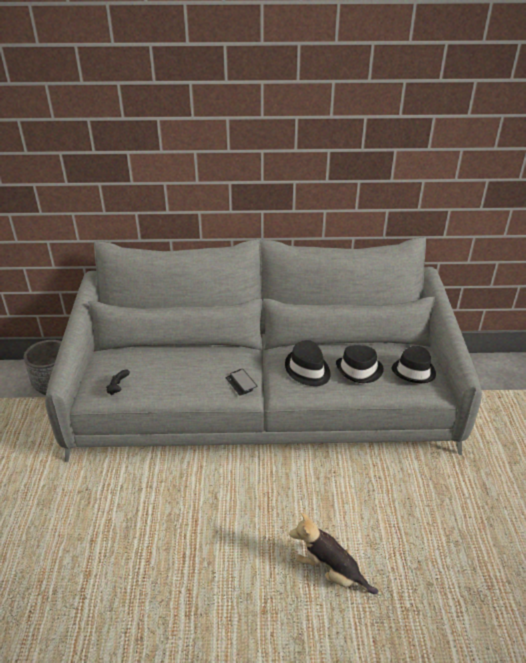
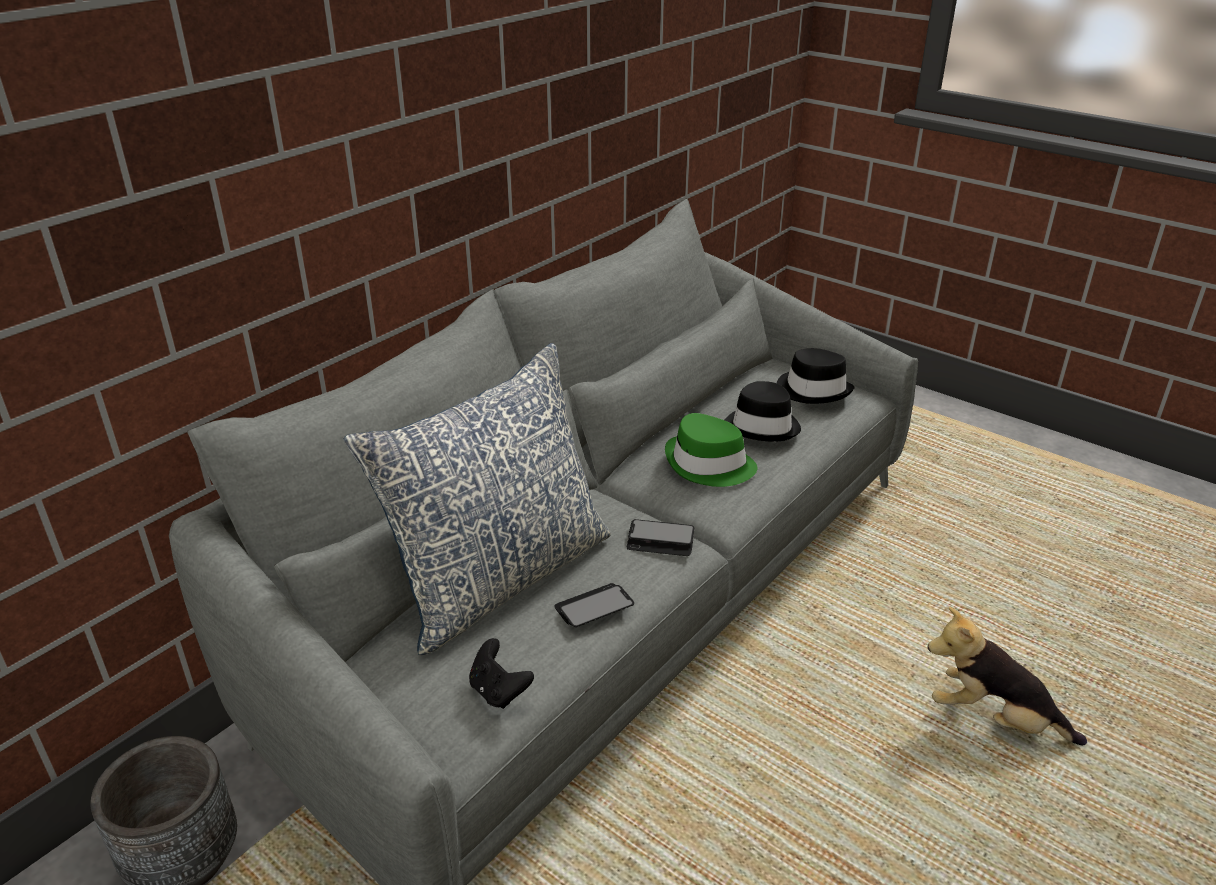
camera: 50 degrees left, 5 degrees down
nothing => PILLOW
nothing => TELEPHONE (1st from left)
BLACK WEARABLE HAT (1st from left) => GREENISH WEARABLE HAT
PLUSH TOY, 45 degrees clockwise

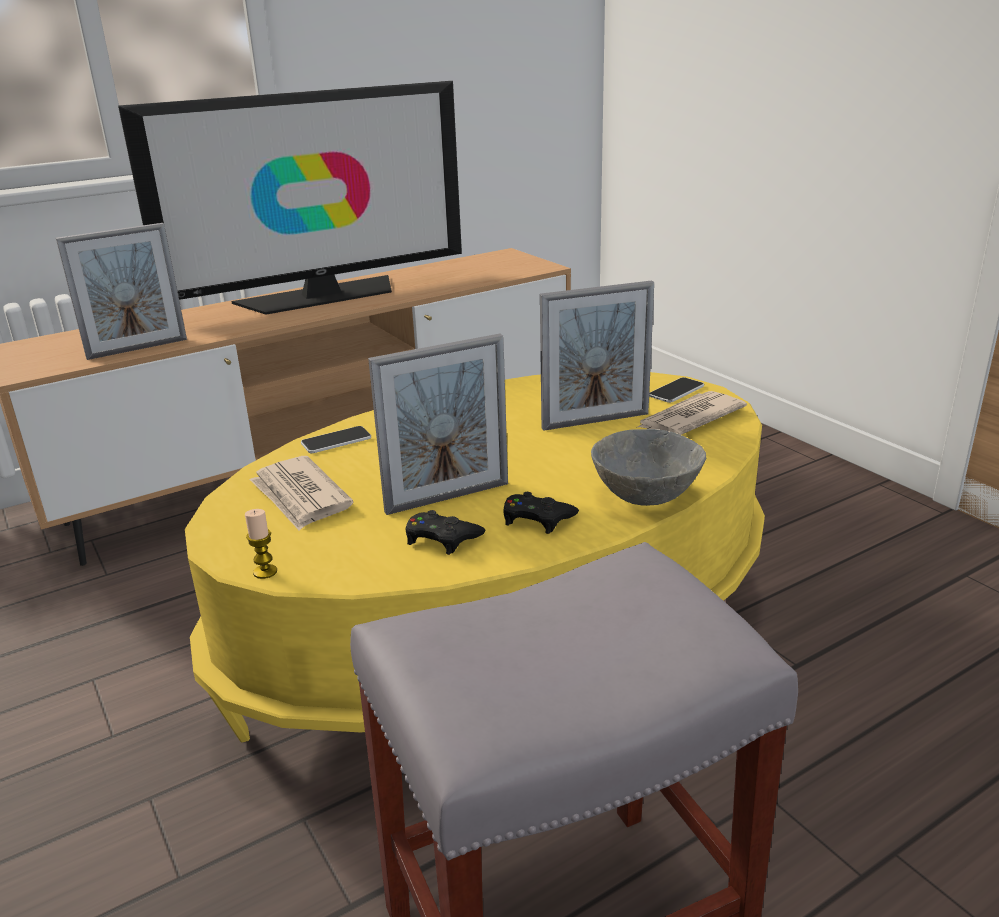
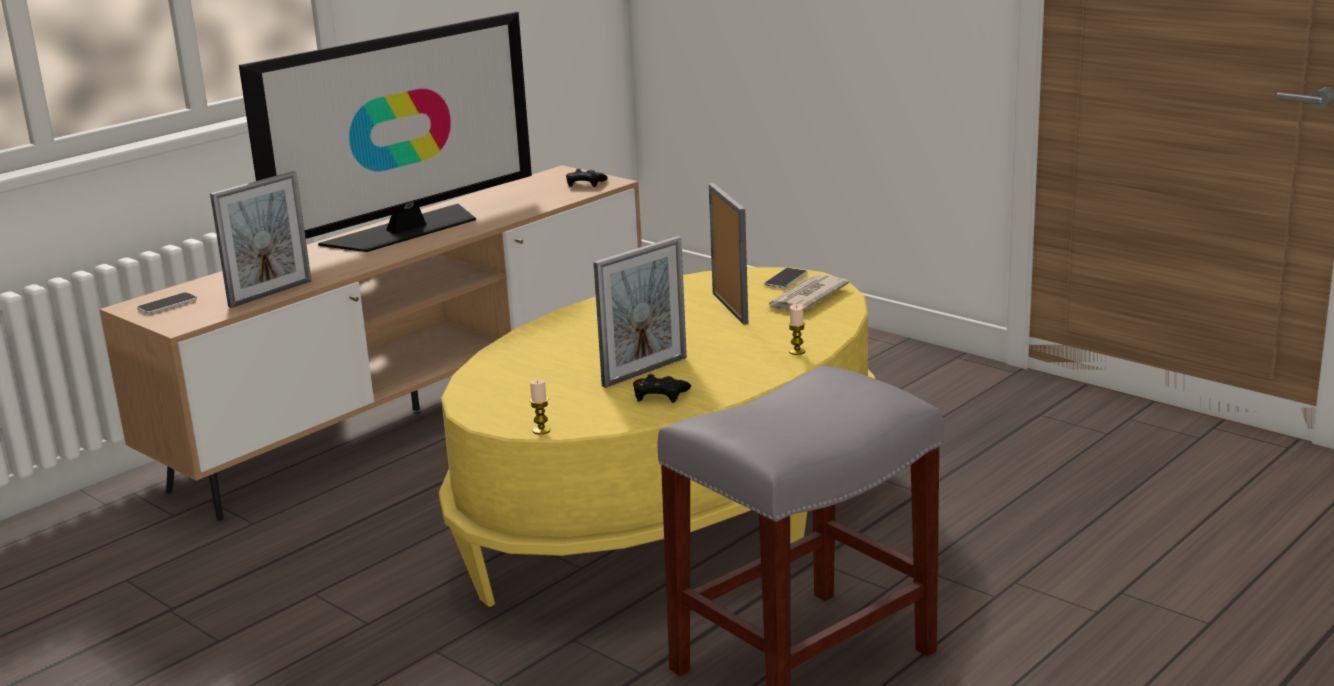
camera: 15 degrees left, 5 degrees down
TELEPHONE (1st from left), moved
BLACK JOYPAD (2nd from left in the first image) => BLACK JOYPAD (1st from left), moved
PHOTO FRAME (3rd from left), 75 degrees counterclockwise
GREY BOWL => WAX CANDLE (2nd from left)
DAILY PAPER (1st from left) => nothing

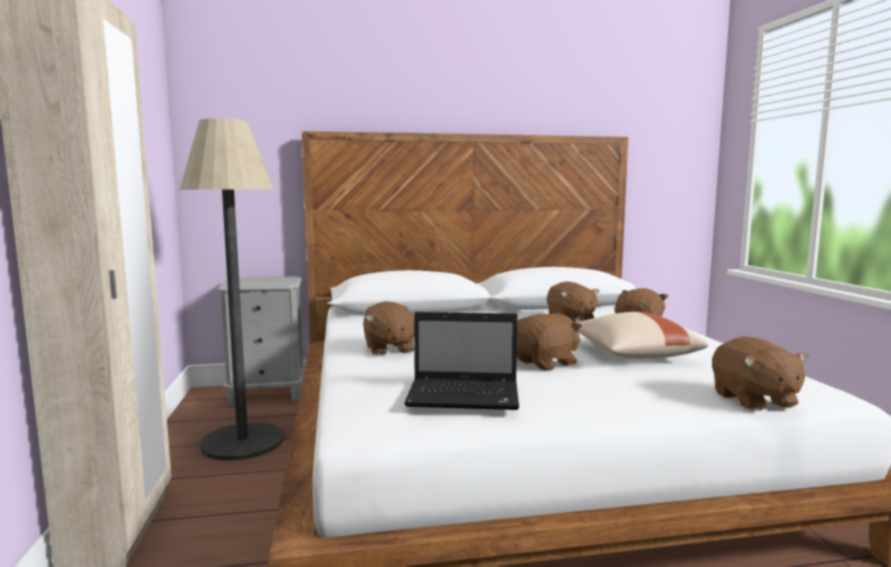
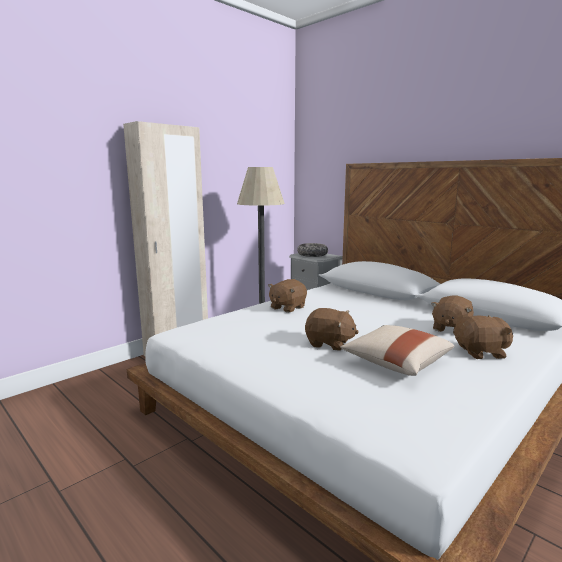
camera: 55 degrees right, 5 degrees up
nothing => BOWL
PORTABLE COMPUTER => nothing
BROWN-COLOURED PLUSH TOY (5th from left) => nothing

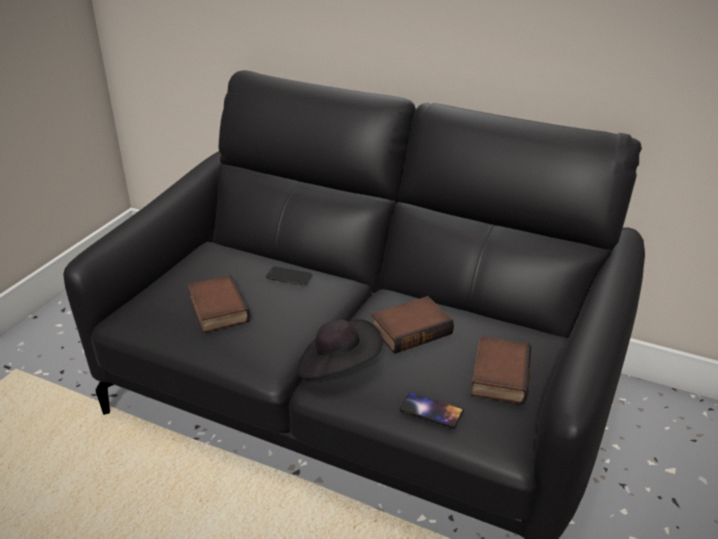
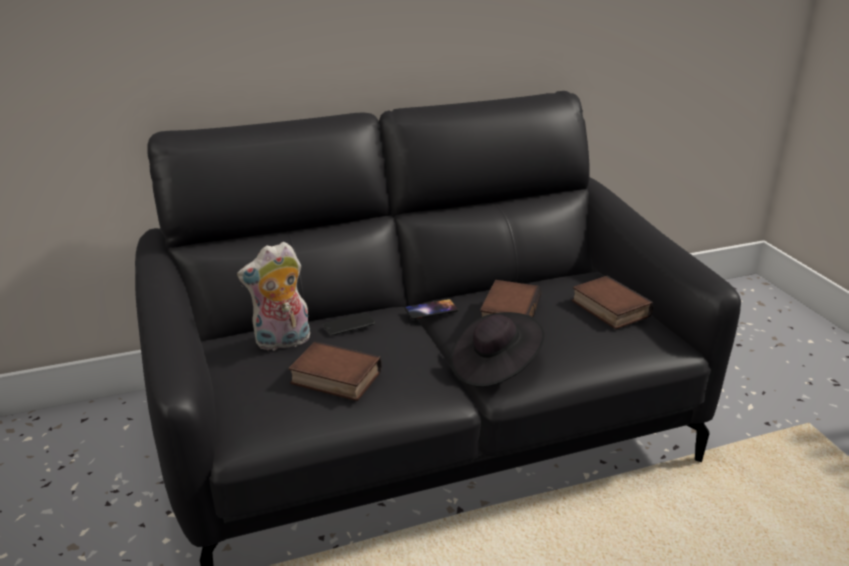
camera: 45 degrees left, 5 degrees down
nothing => PLUSH TOY
TELEPHONE (2nd from left), moved

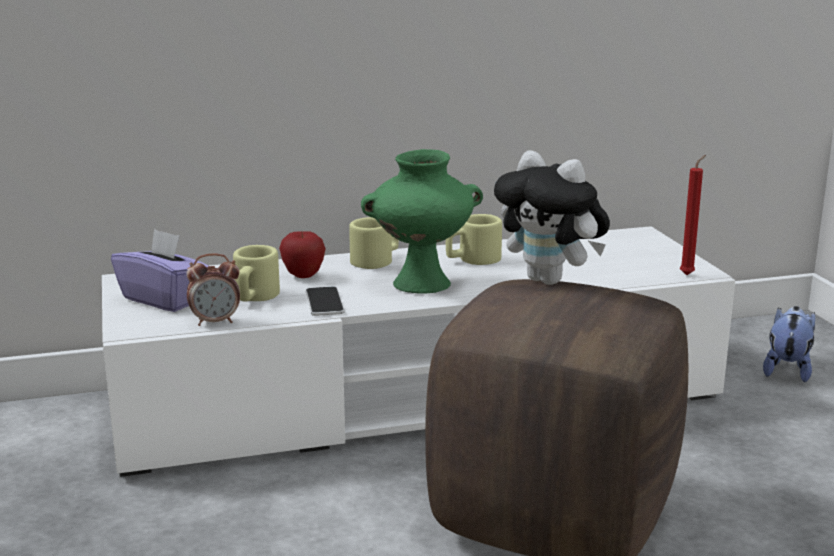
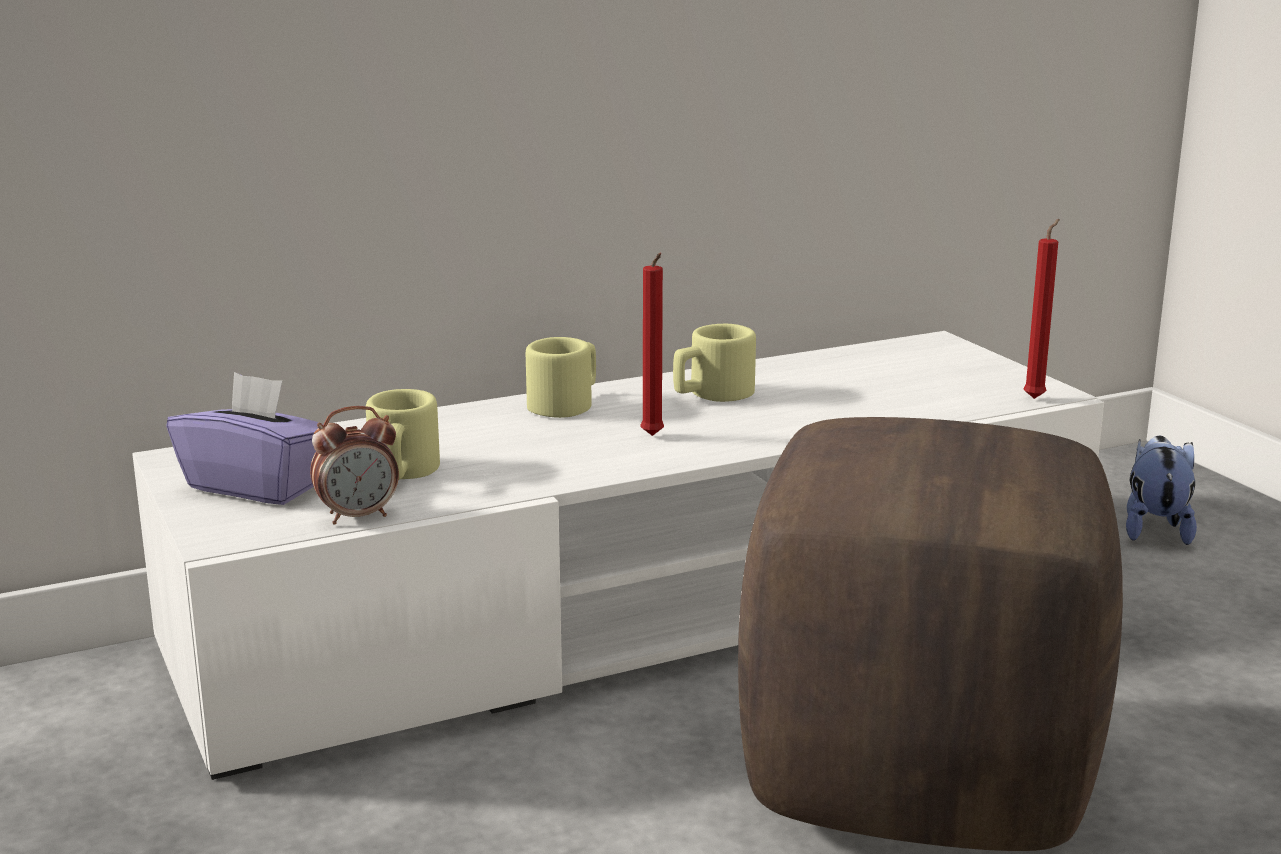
camera: 10 degrees left, 0 degrees up
GREENISH FLOWER VASE => RED-COLOURED WAX CANDLE (1st from left)
WHOLE APPLE => nothing
TELEPHONE => nothing
PLUSH TOY (1st from left) => nothing

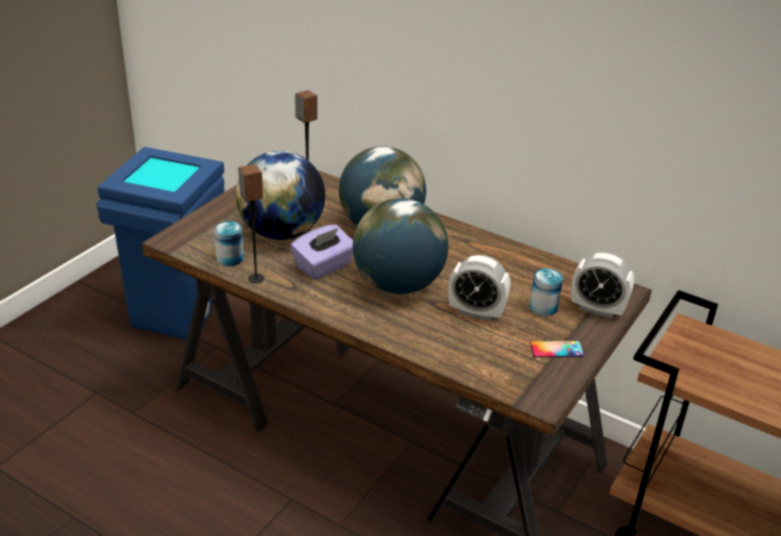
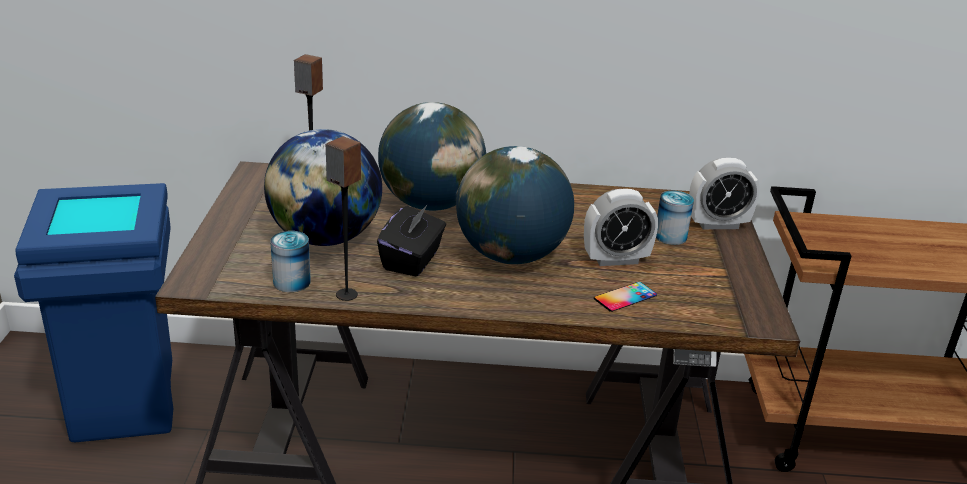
camera: 30 degrees left, 5 degrees down
PURPLE-COLOURED TISSUE BOX => BLACK TISSUE BOX
TELEPHONE, moved

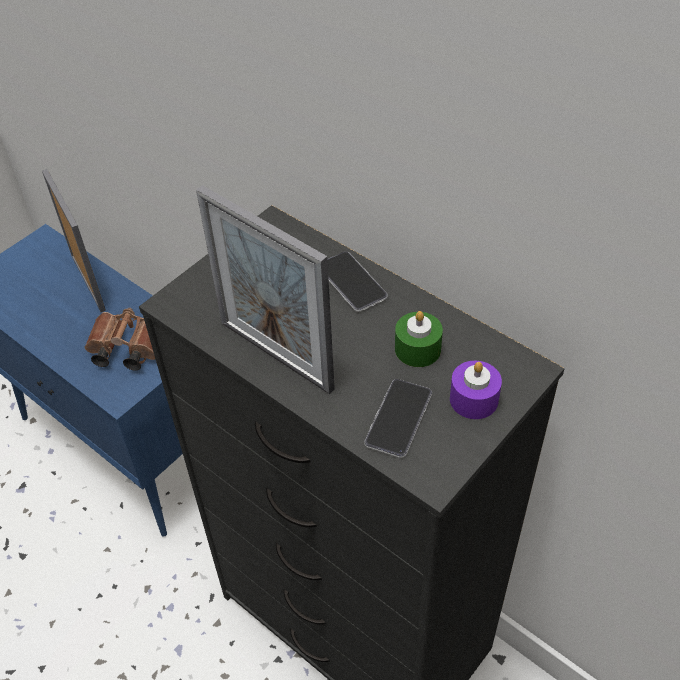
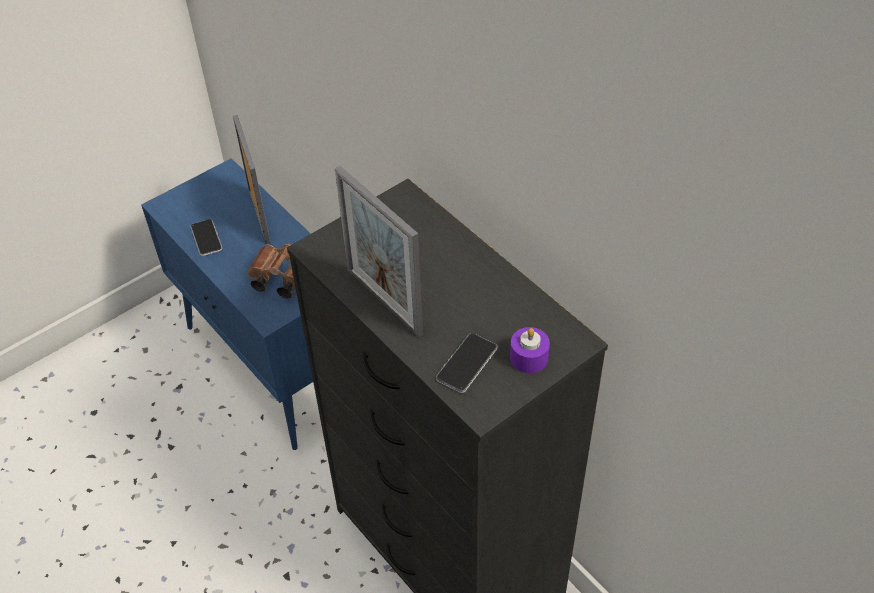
camera: 10 degrees right, 0 degrees up
TELEPHONE (1st from left), moved
GREENISH WAX CANDLE => nothing

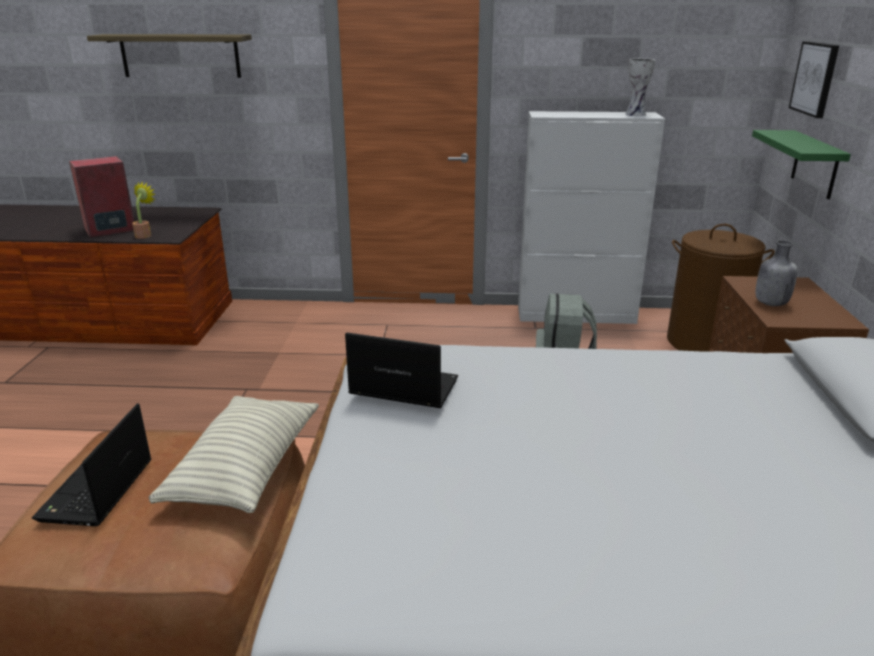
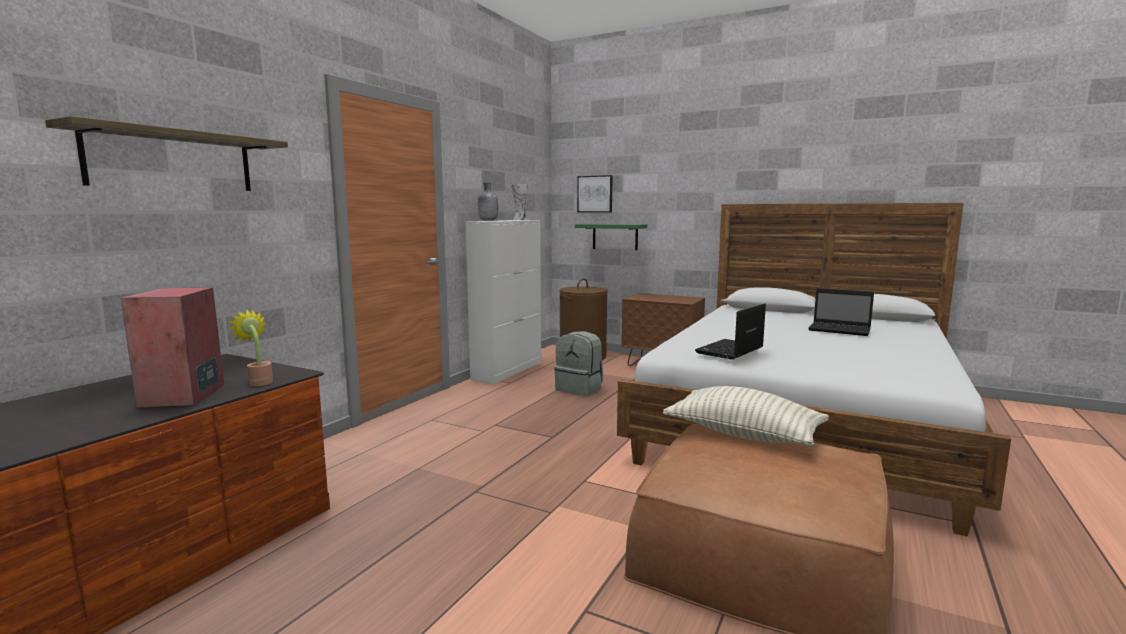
camera: 65 degrees left, 15 degrees down
GREY BOTTLE, moved
PORTABLE COMPUTER (1st from left in the first image) => PORTABLE COMPUTER (2nd from left), moved

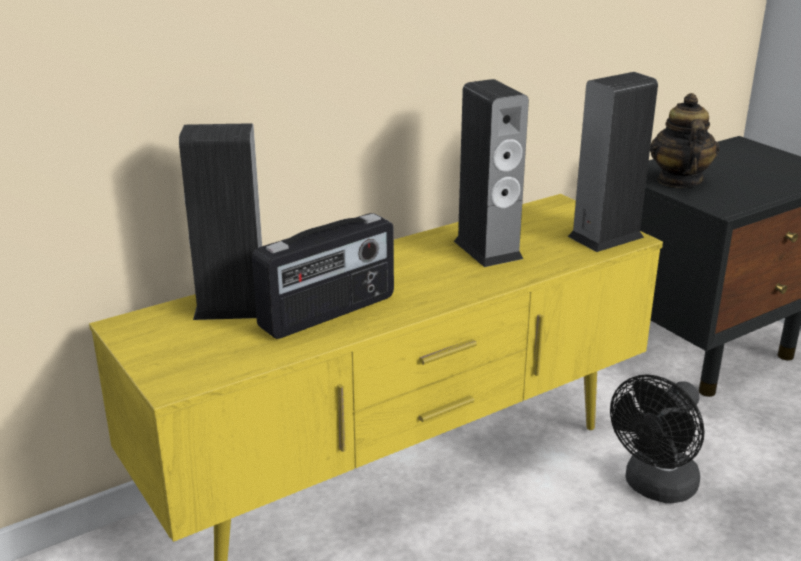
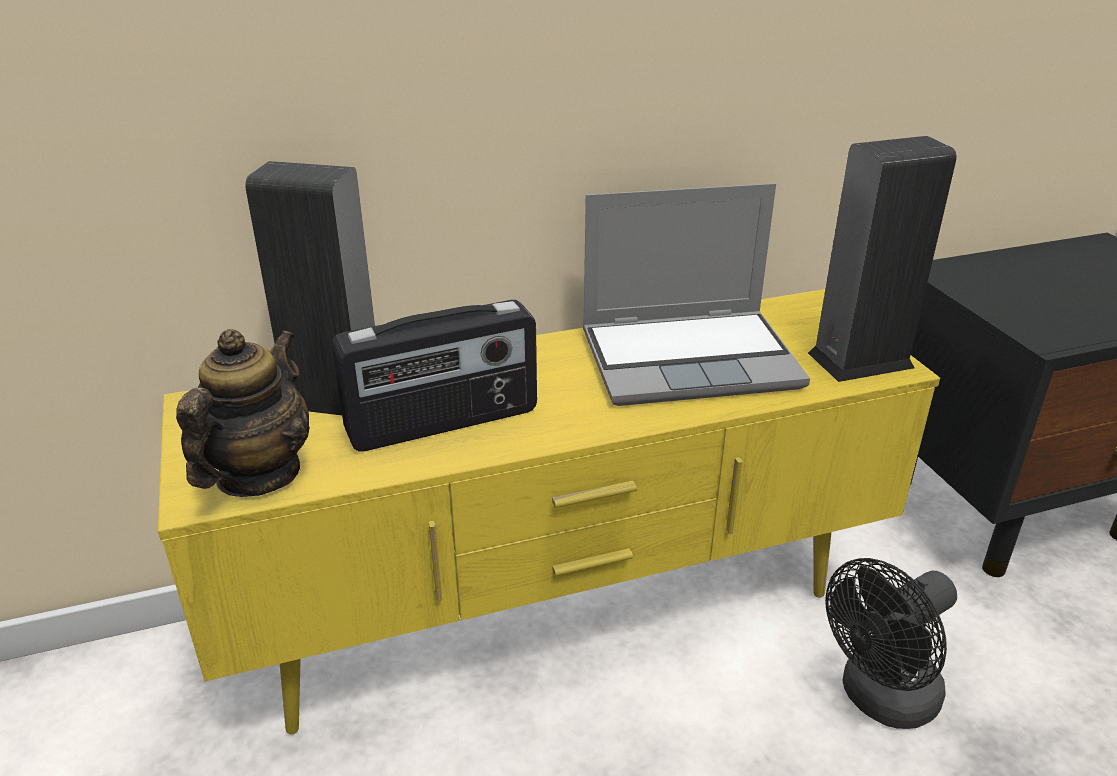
camera: 15 degrees right, 5 degrees up
TEAPOT, moved
AUDIO SPEAKER (2nd from left) => PORTABLE COMPUTER

